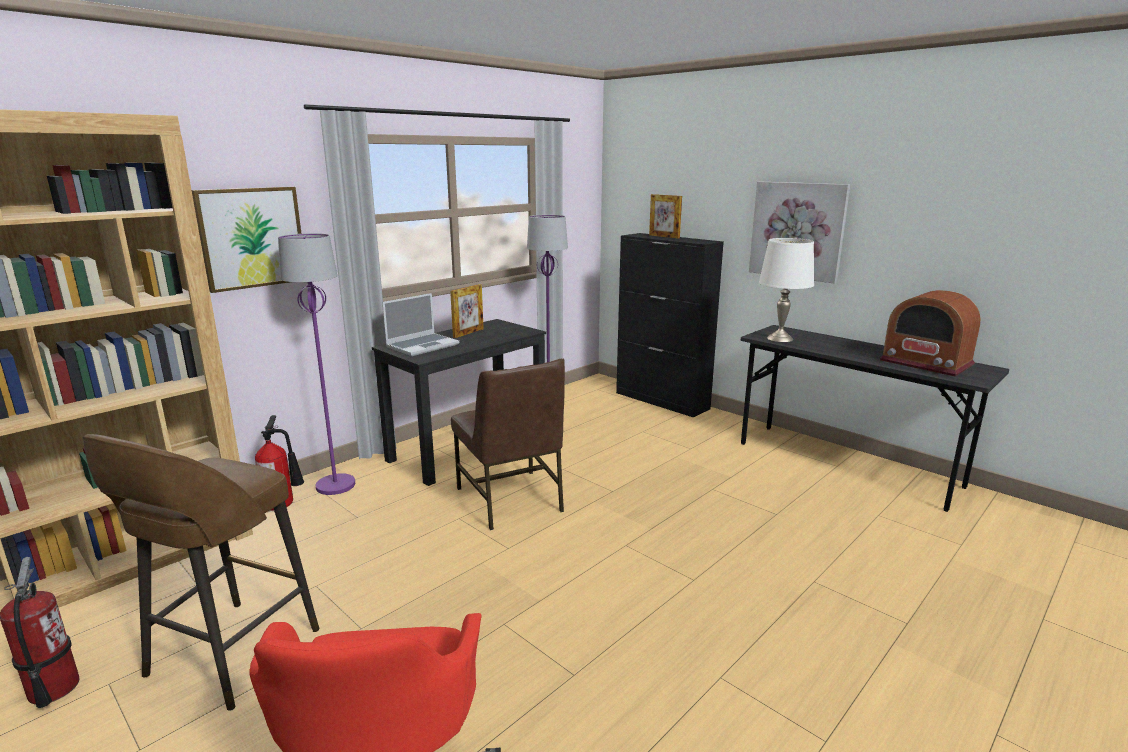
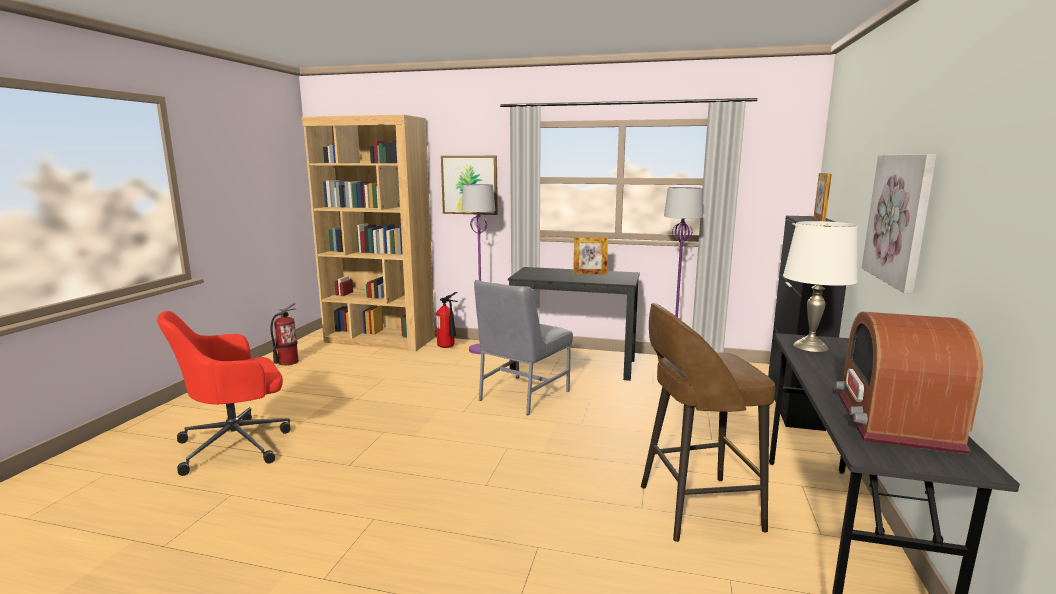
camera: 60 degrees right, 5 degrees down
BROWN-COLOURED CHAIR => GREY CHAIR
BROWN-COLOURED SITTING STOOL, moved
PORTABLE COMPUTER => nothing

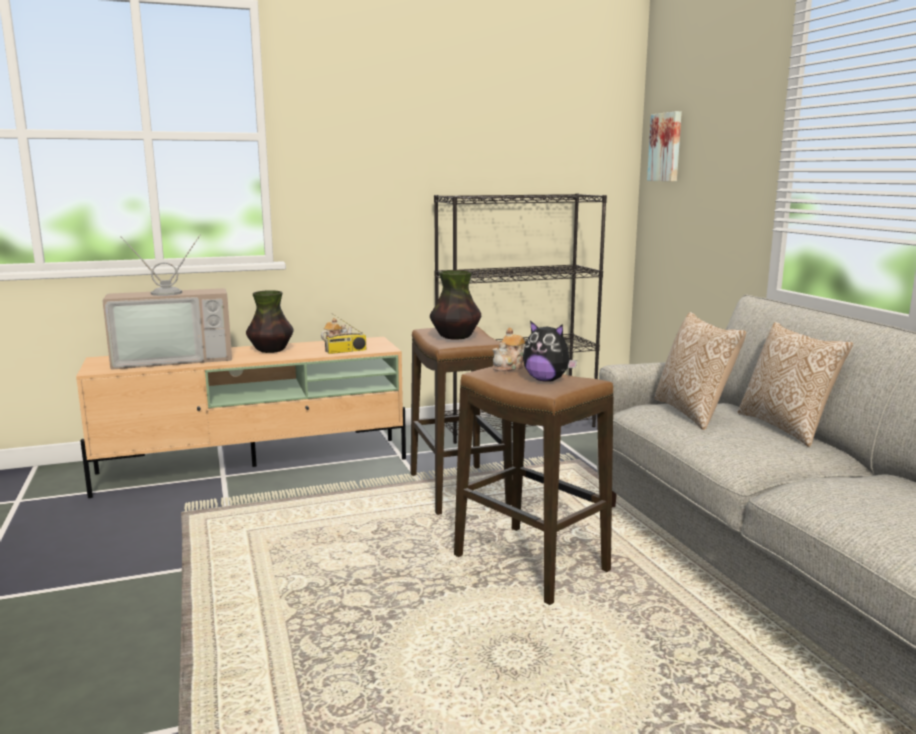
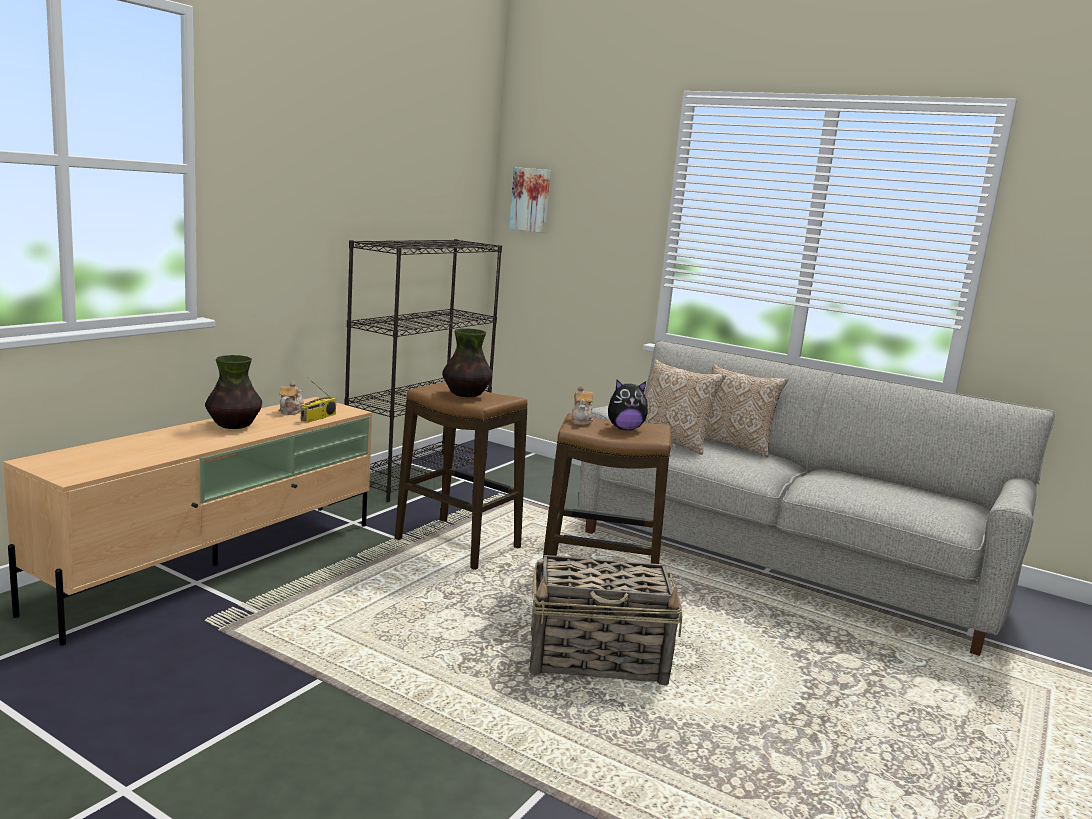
camera: 40 degrees left, 0 degrees up
nothing => BASKET
TV => nothing

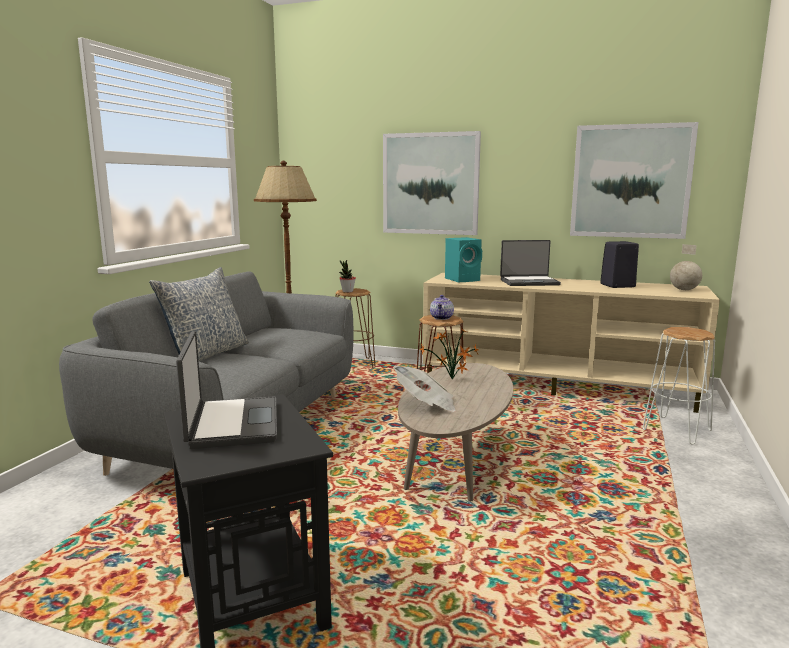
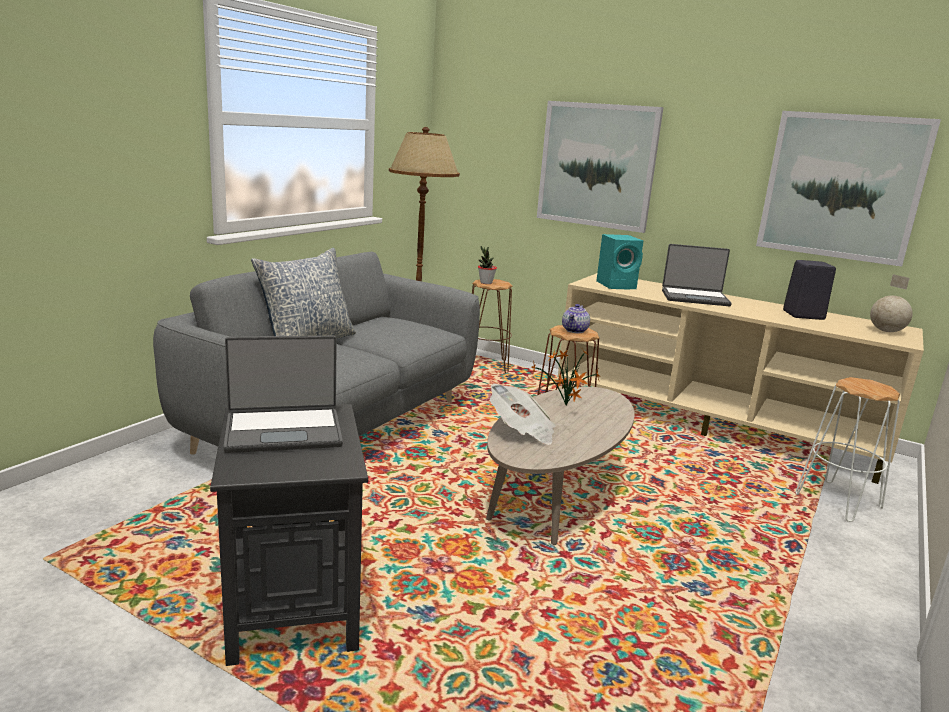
camera: 10 degrees right, 5 degrees up
PORTABLE COMPUTER (1st from left), 75 degrees clockwise

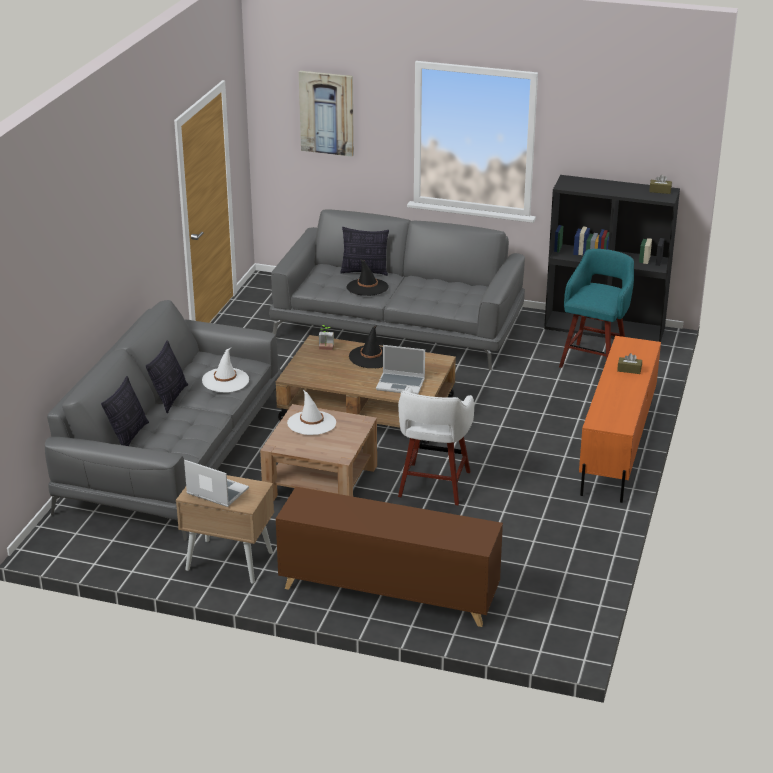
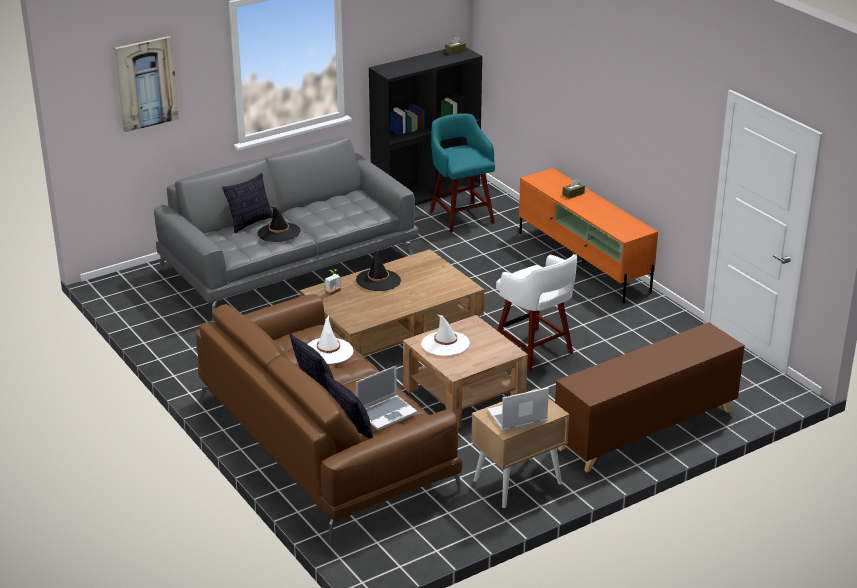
camera: 50 degrees left, 0 degrees up
GREY COUCH (1st from left) => BROWN-COLOURED COUCH
PORTABLE COMPUTER (2nd from left in the first image) => PORTABLE COMPUTER (1st from left), moved

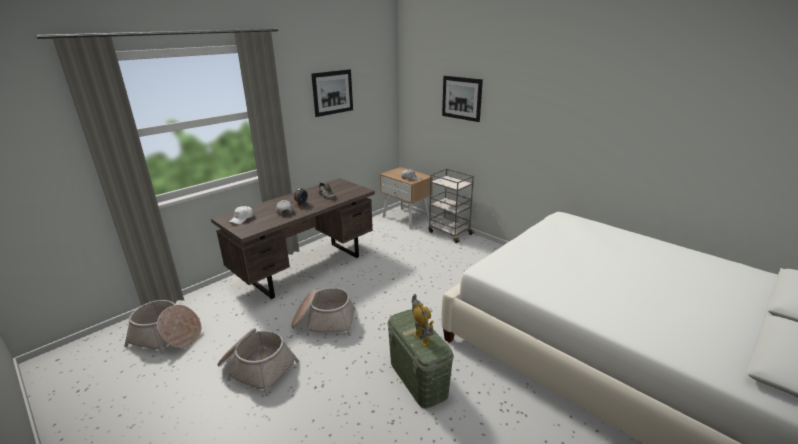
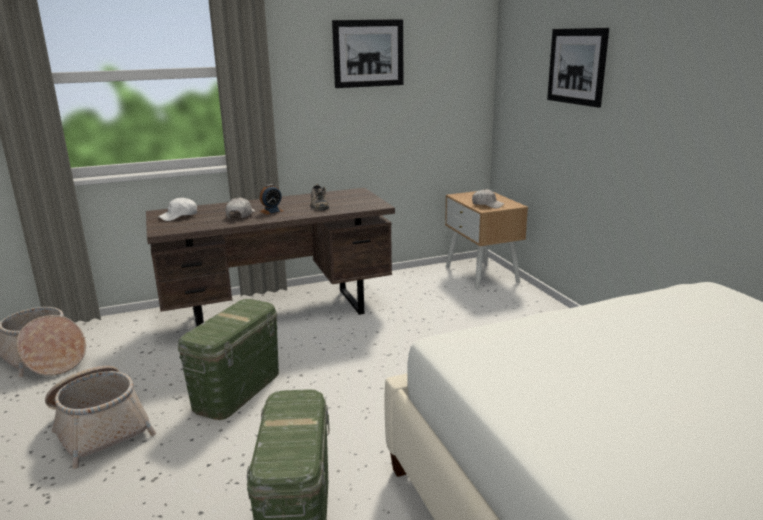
camera: 25 degrees right, 5 degrees down
BASKET (3rd from left) => GREENISH STORAGE CONTAINER (1st from left)
ROBOT FIGURE => nothing
GREY TROLLEY => nothing

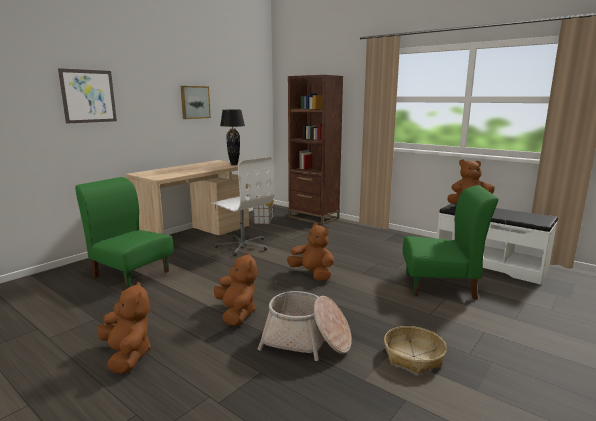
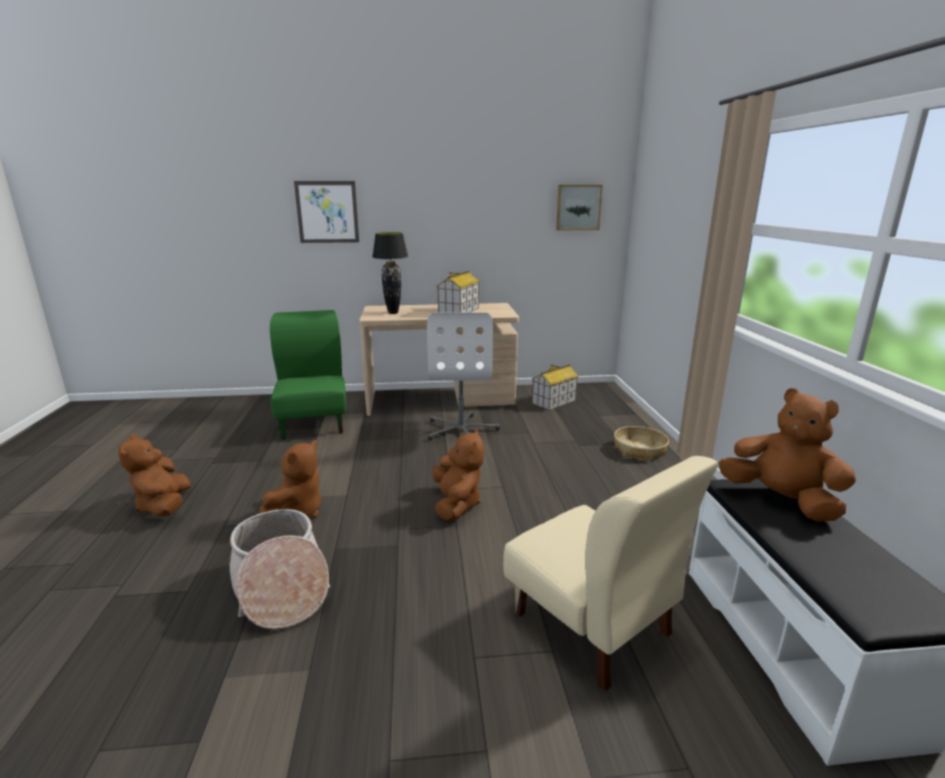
camera: 45 degrees right, 5 degrees up
BROWN-COLOURED PLUSH TOY (1st from left), 150 degrees clockwise
BLACK LAMP FOR A TABLE, moved
nothing => MINIATURE HOUSE (1st from left)
GREENISH CHAIR (2nd from left) => BEIGE-COLOURED CHAIR
WALL PICTURE (2nd from left), moved
BASKET (2nd from left), moved
BROWN-COLOURED BOOKCASE => nothing

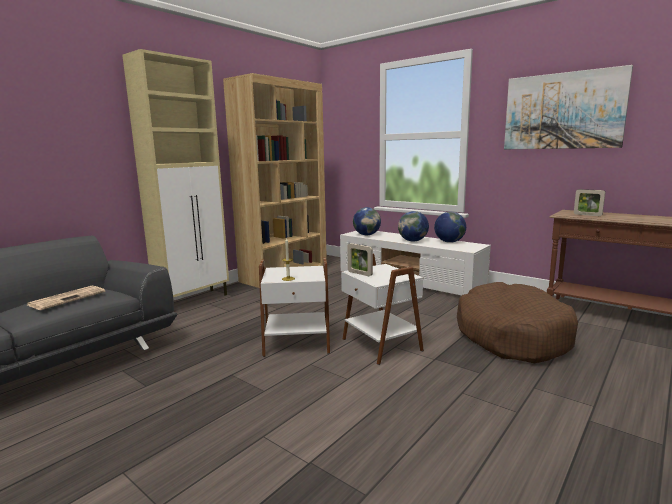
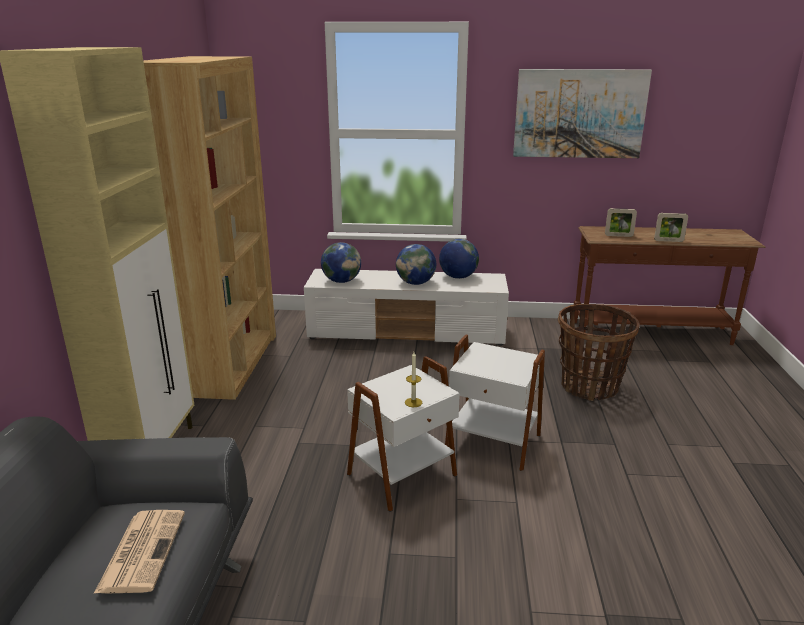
camera: 35 degrees left, 10 degrees up
BROWN-COLOURED DOG CUSHION => BASKET
PHOTO FRAME (1st from left in the first image) => PHOTO FRAME (2nd from left), moved

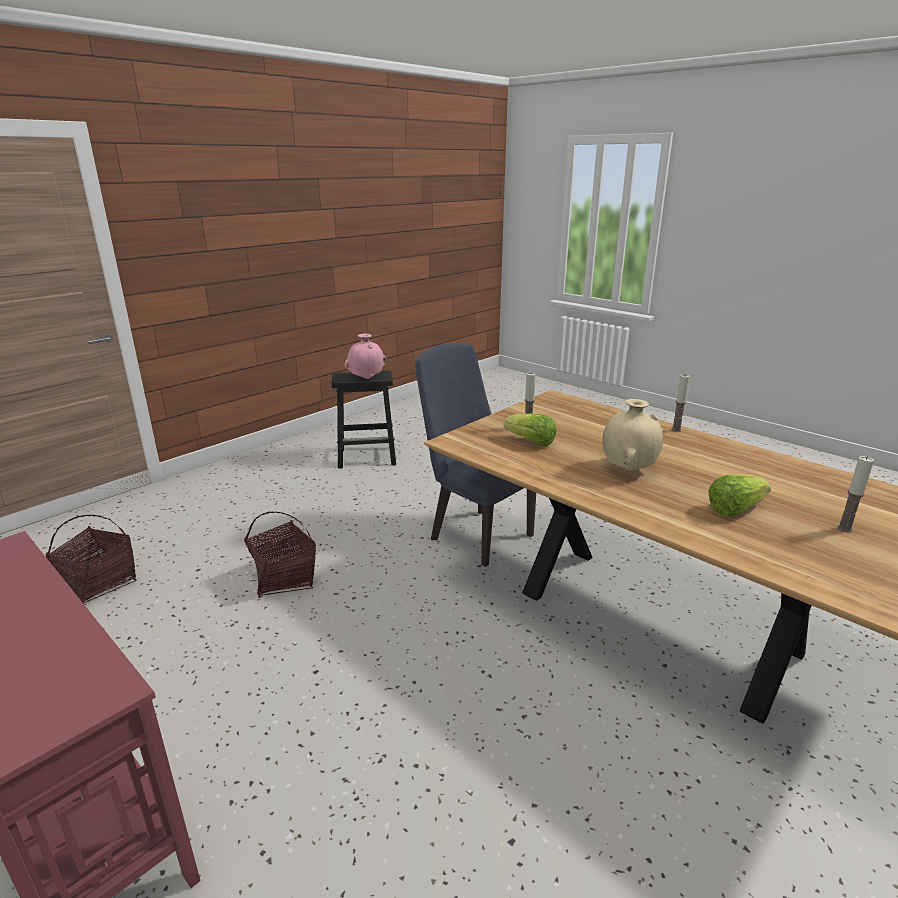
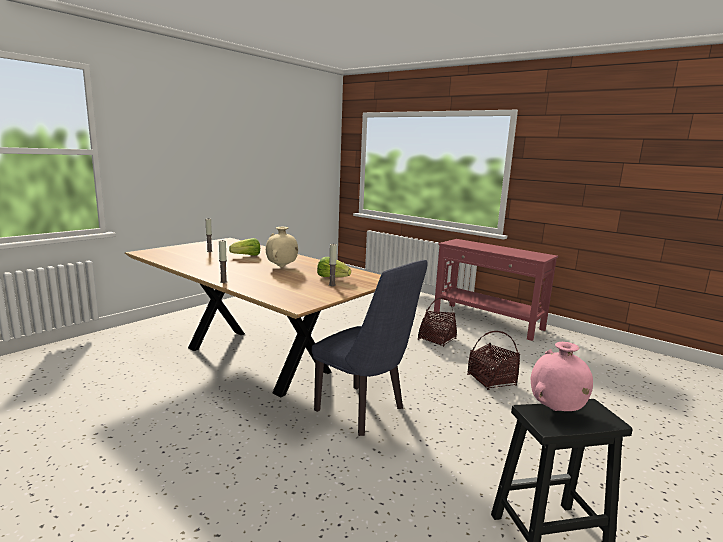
camera: 175 degrees right, 10 degrees down
BASKET (1st from left), moved

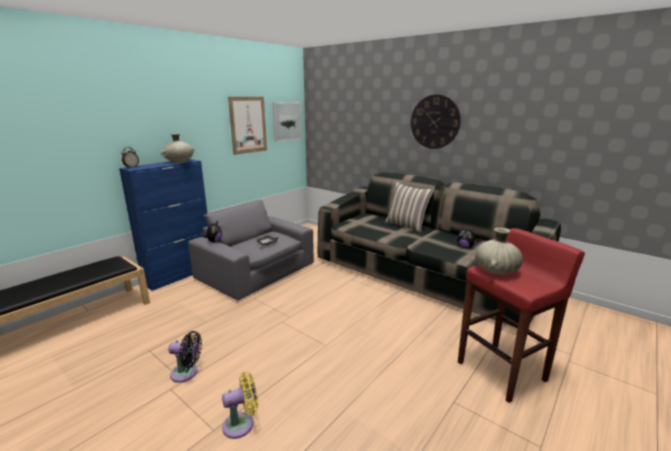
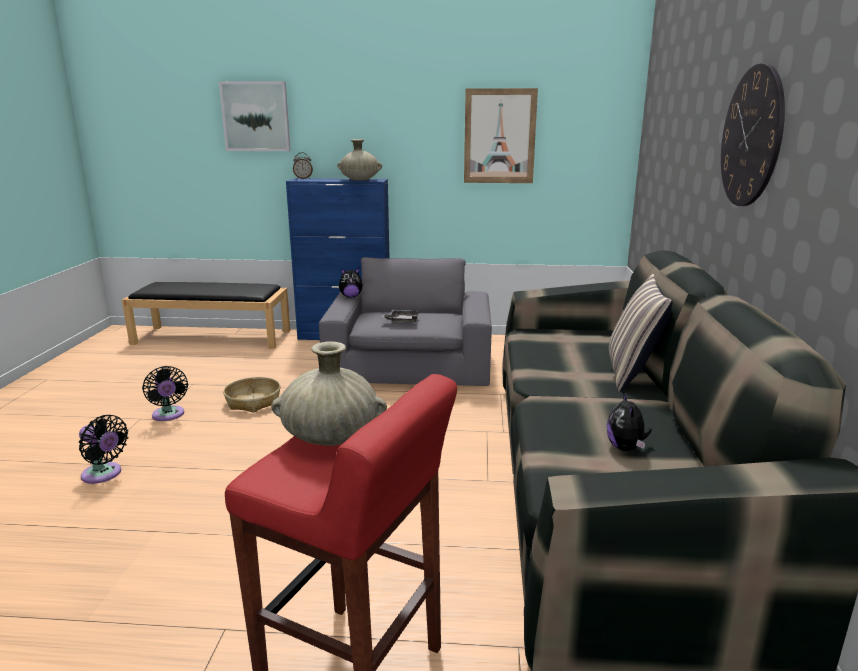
camera: 55 degrees right, 0 degrees up
YELLOW-COLOURED ELECTRIC FAN => BLACK ELECTRIC FAN (1st from left)
WALL PICTURE (2nd from left in the first image) => WALL PICTURE (1st from left), moved
nothing => BASKET

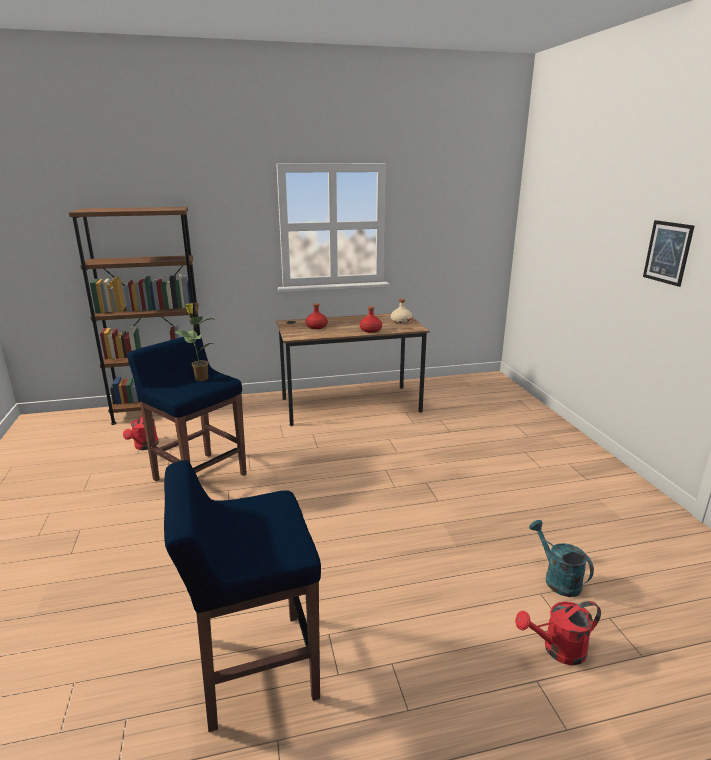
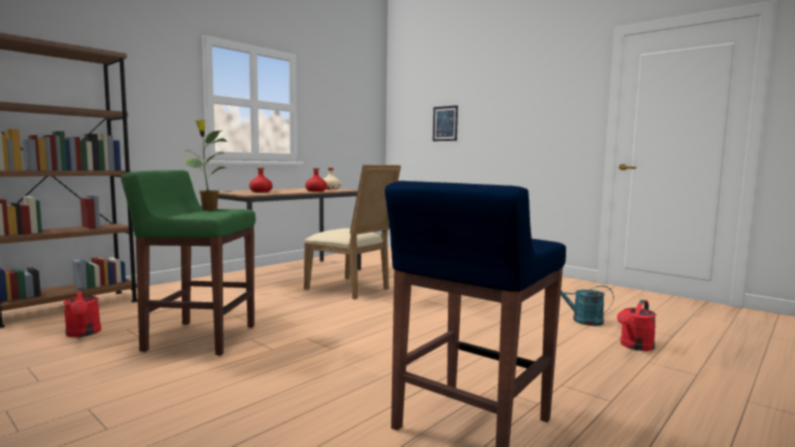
camera: 35 degrees left, 15 degrees down
BLUE SITTING STOOL (1st from left) => GREENISH SITTING STOOL
nothing => BEIGE-COLOURED CHAIR
WALL PICTURE, moved

